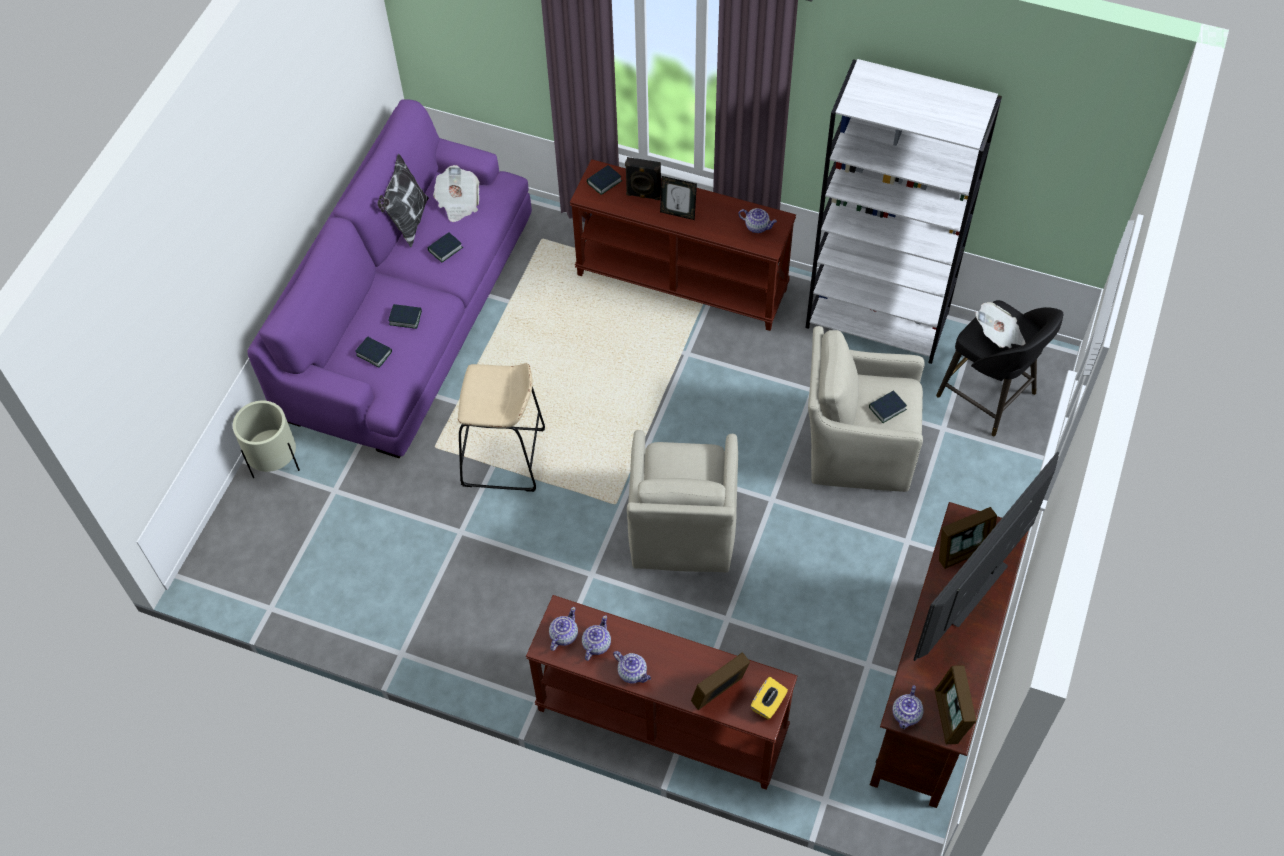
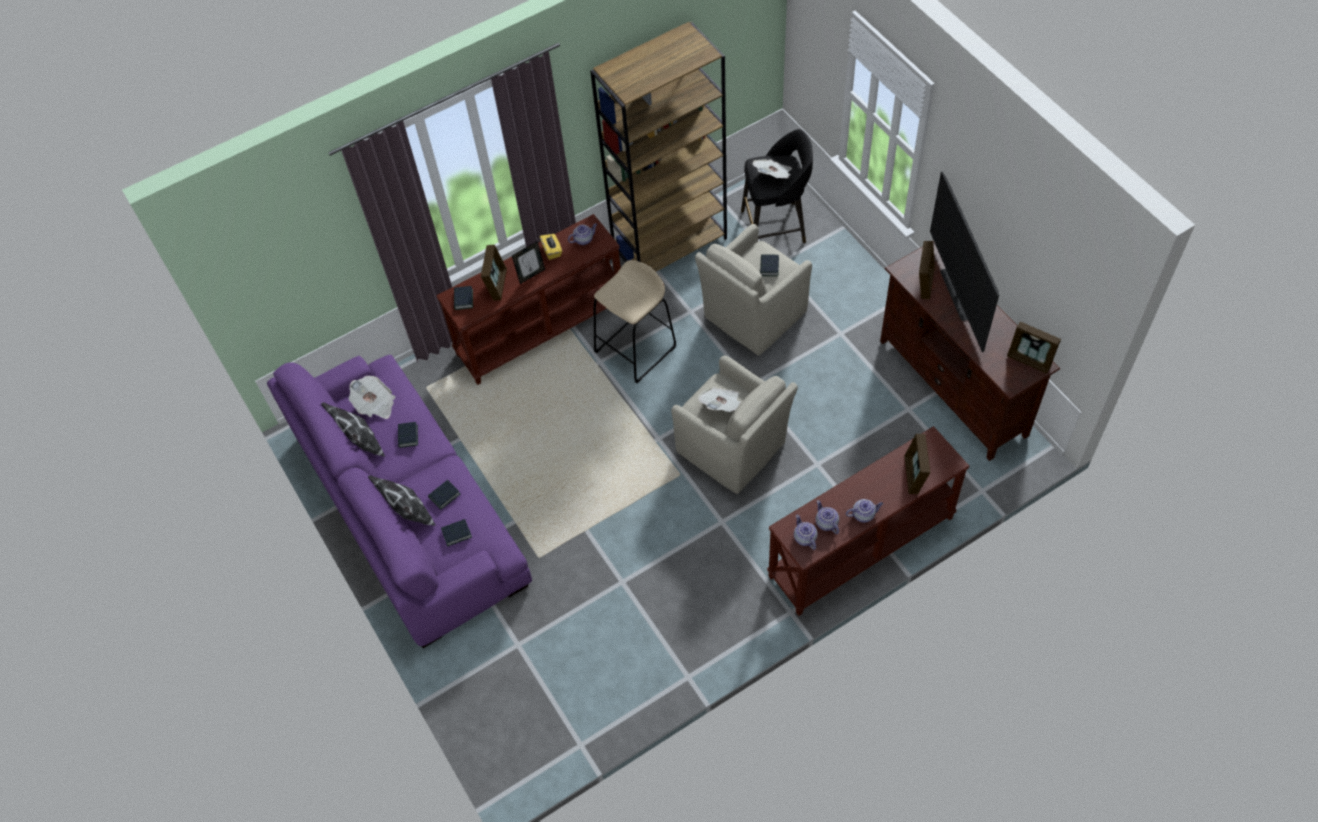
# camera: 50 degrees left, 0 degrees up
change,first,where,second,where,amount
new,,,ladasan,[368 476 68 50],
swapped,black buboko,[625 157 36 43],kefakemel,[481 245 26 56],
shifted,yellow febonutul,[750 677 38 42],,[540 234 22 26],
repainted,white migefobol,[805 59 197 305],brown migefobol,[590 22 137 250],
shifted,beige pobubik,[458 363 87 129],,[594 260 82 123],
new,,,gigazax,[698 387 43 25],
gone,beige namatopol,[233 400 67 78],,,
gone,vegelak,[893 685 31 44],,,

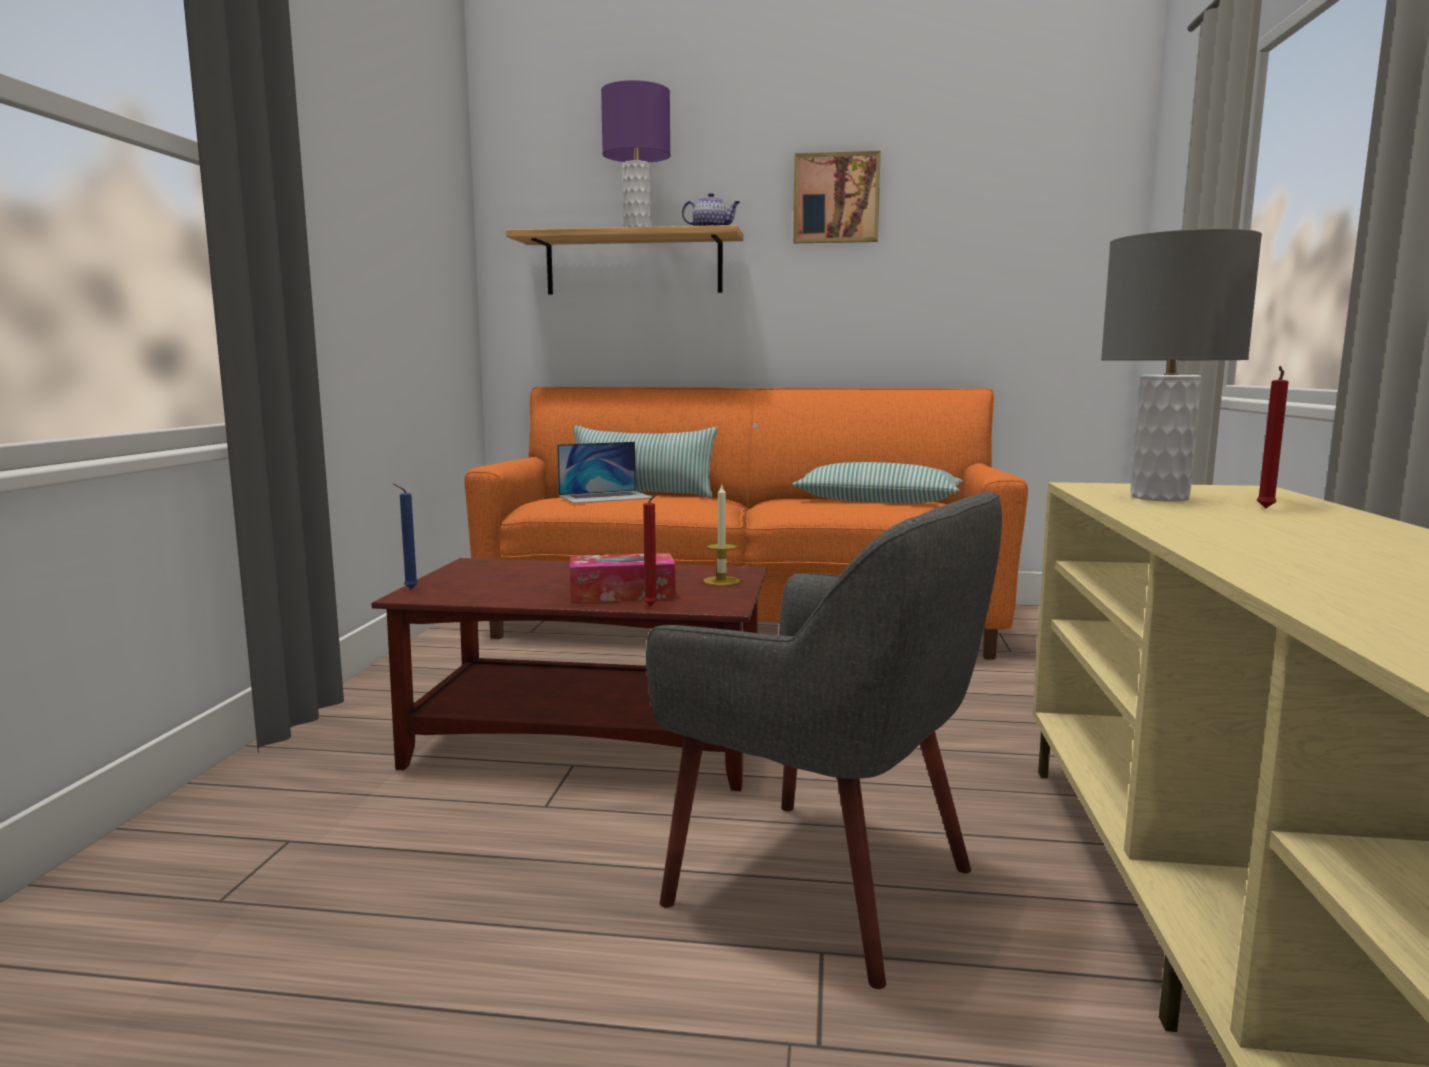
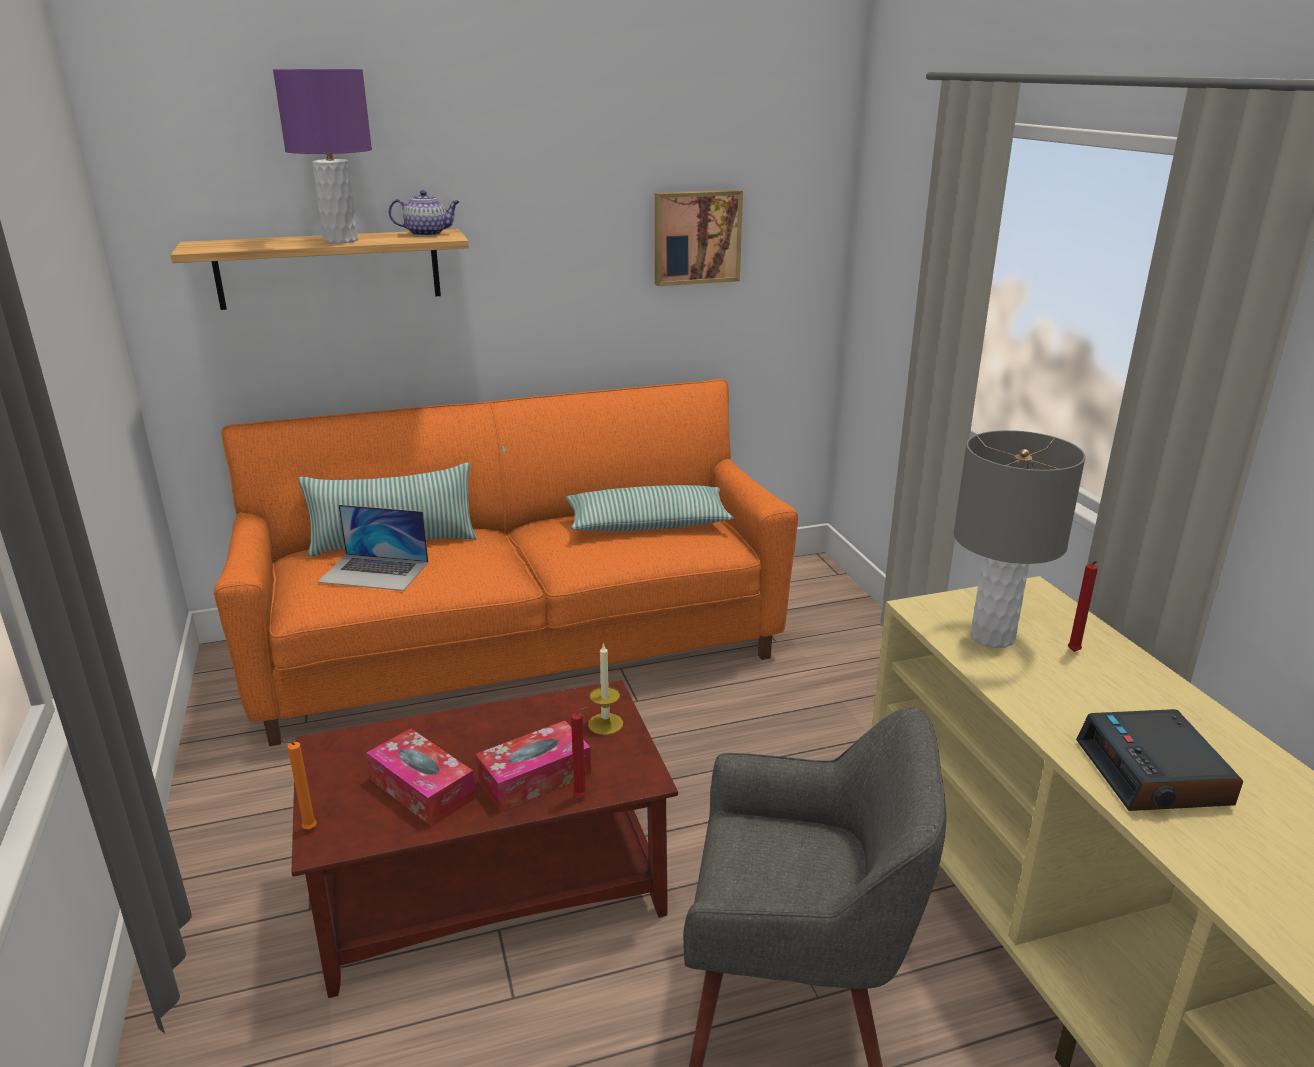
# camera: 25 degrees left, 15 degrees up
change,first,where,second,where,amount
repainted,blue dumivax,[393 483 25 106],orange dumivax,[280 740 37 89],
rotated,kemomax,[557 442 94 61],,[318 505 111 86],60 degrees clockwise
new,,,febonutul,[366 728 110 98],
shifted,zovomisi,[793 151 88 92],,[655 190 88 96],
new,,,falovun,[1076 709 167 102],

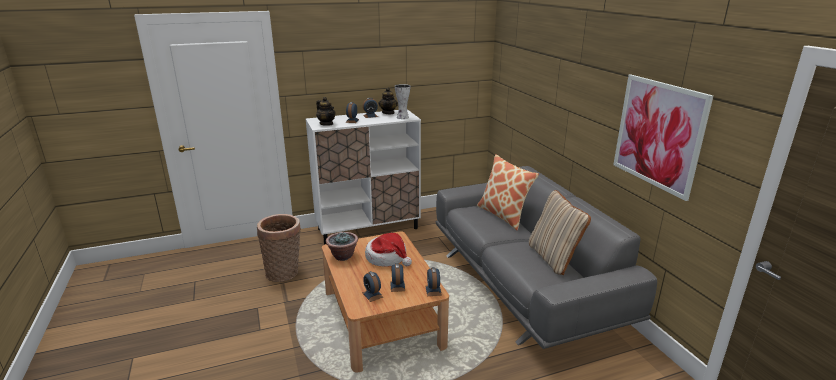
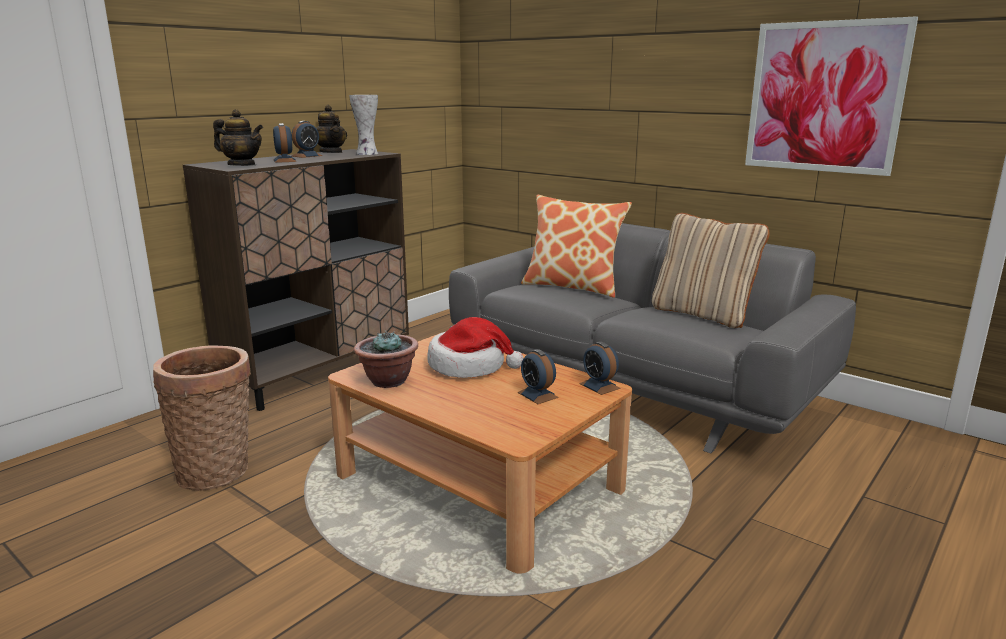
# camera: 30 degrees left, 5 degrees down
change,first,where,second,where,amount
repainted,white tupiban,[306 109 115 136],brown tupiban,[183 149 226 262],
gone,falovun,[362 271 21 31],,,

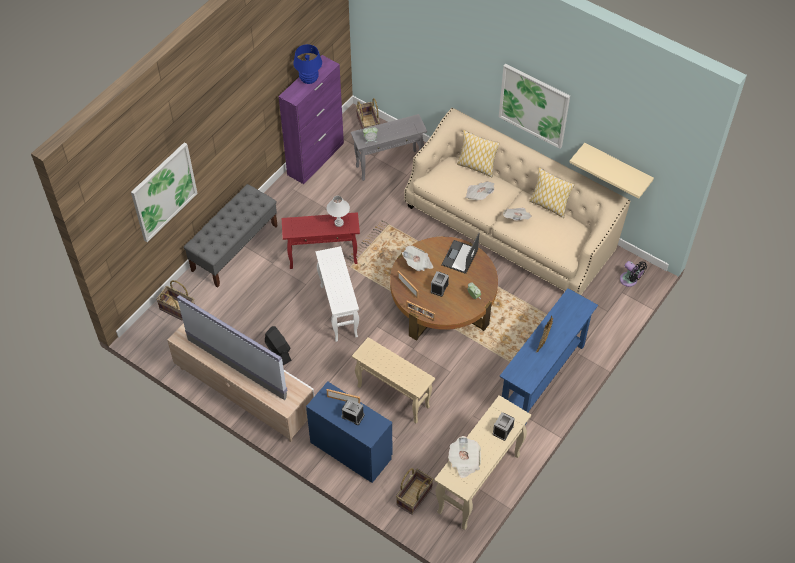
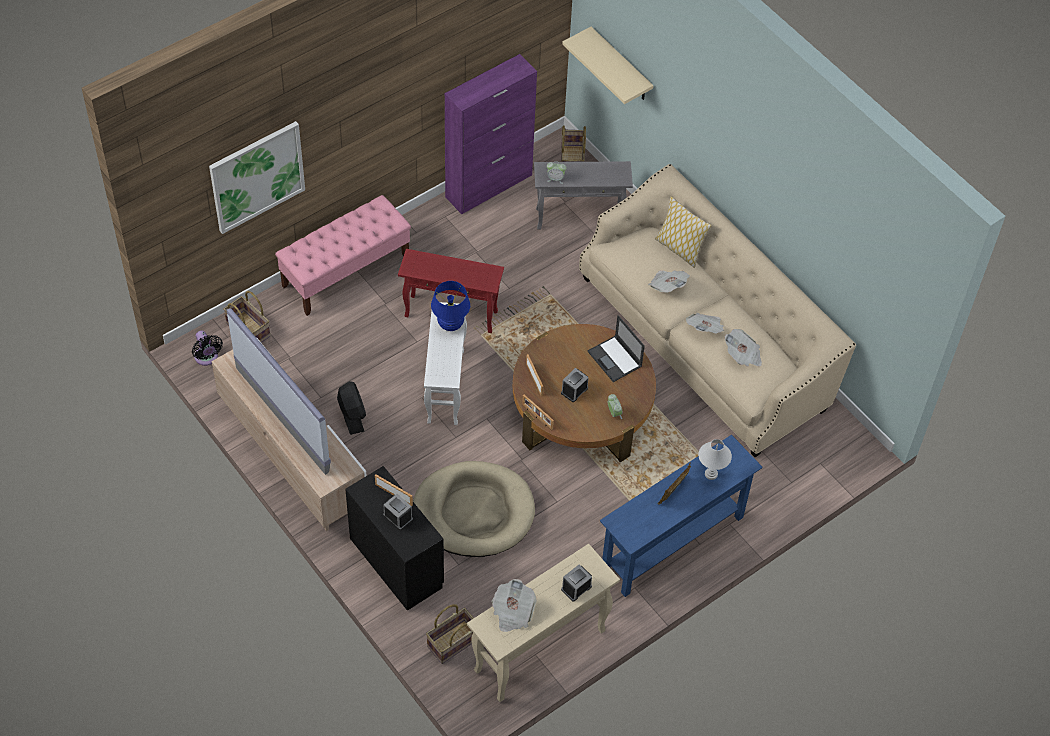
# camera: 15 degrees right, 0 degrees up
change,first,where,second,where,amount
shifted,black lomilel,[620 261 27 26],,[192 330 31 36],
repainted,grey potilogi,[183 184 95 104],pink potilogi,[275 195 136 121],
repainted,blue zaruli,[306 381 86 102],black zaruli,[345 466 99 145],
swapped,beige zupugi,[352 337 83 86],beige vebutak,[413 461 122 96],
shifted,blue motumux,[293 44 29 40],,[431 281 39 50],
shifted,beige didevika,[569 143 85 56],,[562 27 91 77],
rotated,kemomax,[441 233 38 41],,[588 315 57 67],75 degrees counterclockwise
shifted,white motumux,[326 196 24 31],,[698 439 34 41],
shifted,gigazax,[402 245 31 26],,[725 329 37 38],
gone,zovomisi,[499 64 71 85],,,
gone,ladasan,[529 167 46 51],,,

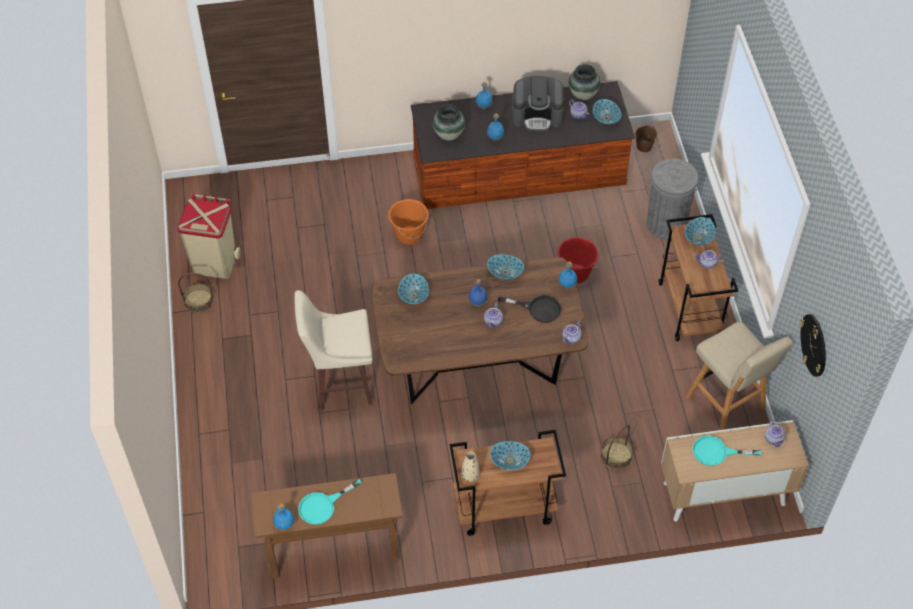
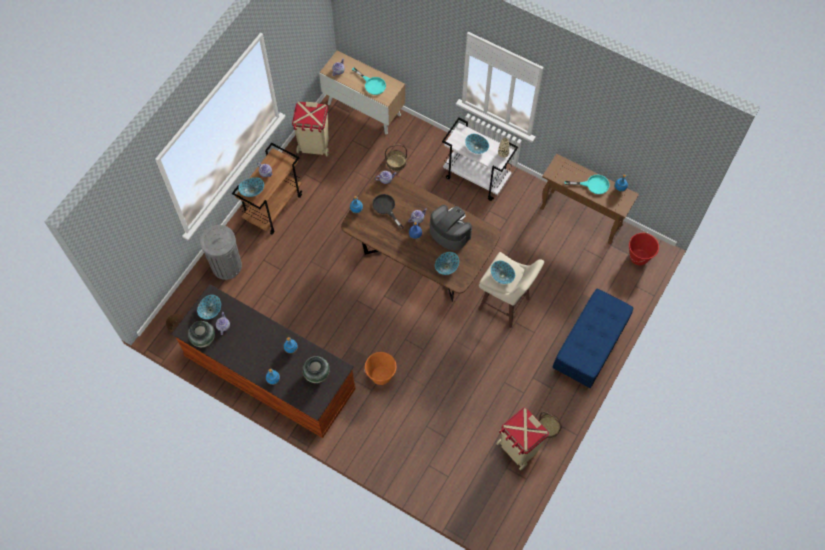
# camera: 140 degrees left, 10 degrees up
change,first,where,second,where,amount
swapped,beige pobubik,[686 322 107 108],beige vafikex,[292 102 37 54],
shifted,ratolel,[512 76 52 55],,[430 205 42 46],
repainted,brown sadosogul,[450 430 116 106],white sadosogul,[442 118 76 83],
shifted,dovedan,[487 254 37 26],,[491 260 24 24],
new,,,blue potilogi,[552 289 81 101],
shifted,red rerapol,[558 237 40 47],,[629 233 30 32],
gone,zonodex,[800 314 26 63],,,

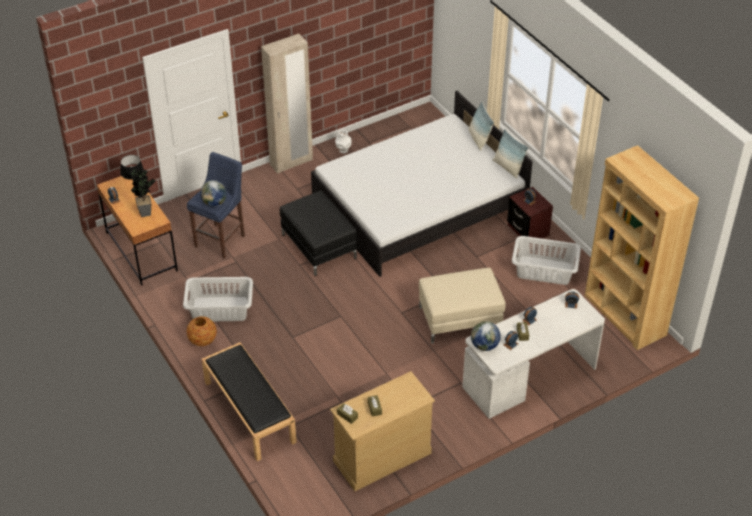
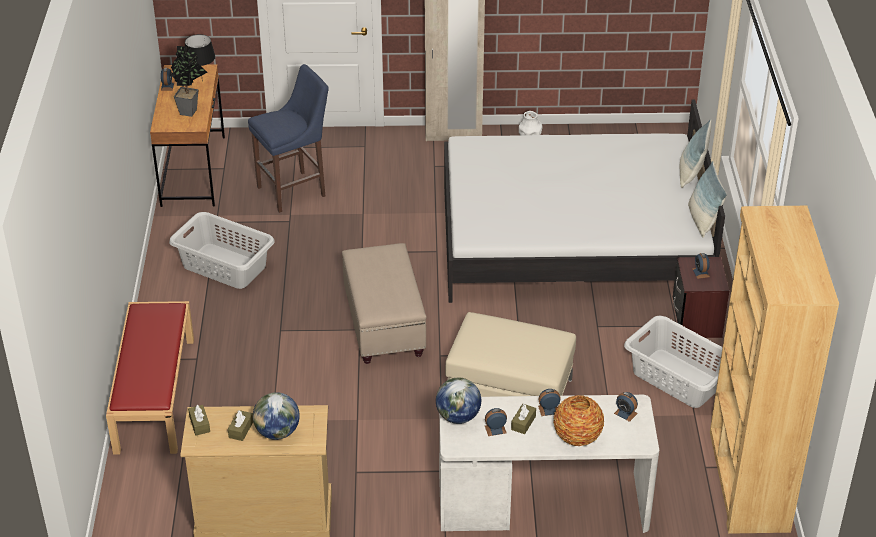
# camera: 30 degrees right, 5 degrees down
change,first,where,second,where,amount
repainted,black potilogi,[202 342 95 119],red potilogi,[106 301 88 153],
shifted,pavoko,[200 180 27 27],,[253 392 47 48],
new,,,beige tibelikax,[342 243 84 121],
shifted,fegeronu,[187 316 30 30],,[553 395 51 51],
gone,black tibelikax,[280 191 77 85],,,

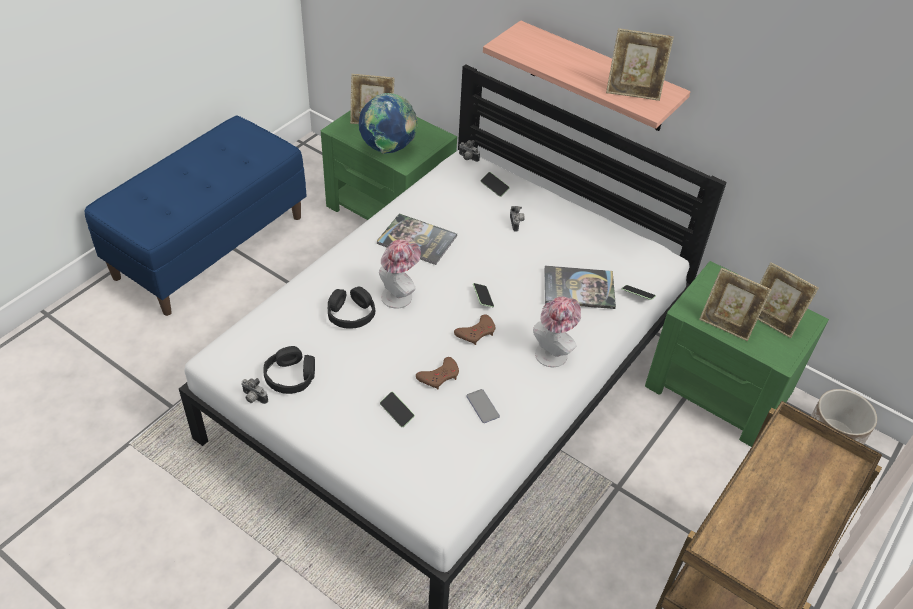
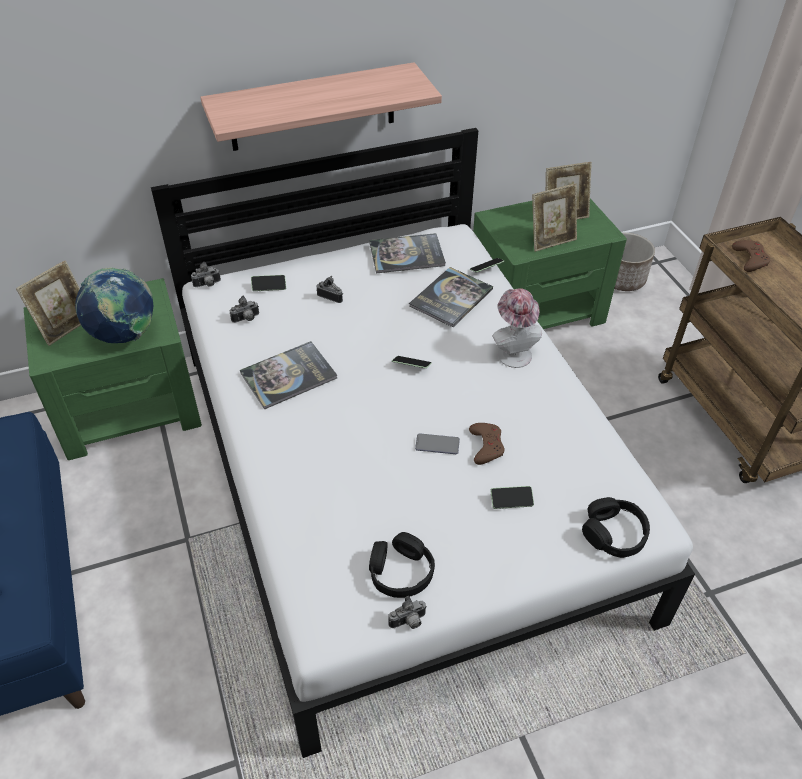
# camera: 55 degrees left, 0 degrees up
change,first,where,second,where,amount
new,,,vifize,[230 296 29 27],
new,,,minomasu,[369 233 77 40],
shifted,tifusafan,[466 389 34 34],,[415 433 45 21],
shifted,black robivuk,[328 287 47 42],,[582 497 68 61],
shifted,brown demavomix,[454 314 41 31],,[732 240 38 32],
gone,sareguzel,[379 239 42 69],,,
gone,kefakemel,[606 28 68 73],,,

